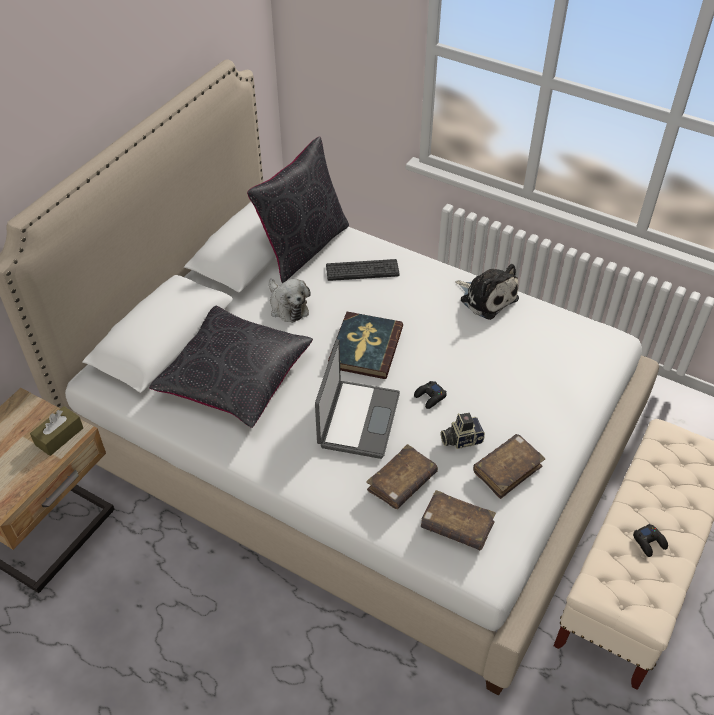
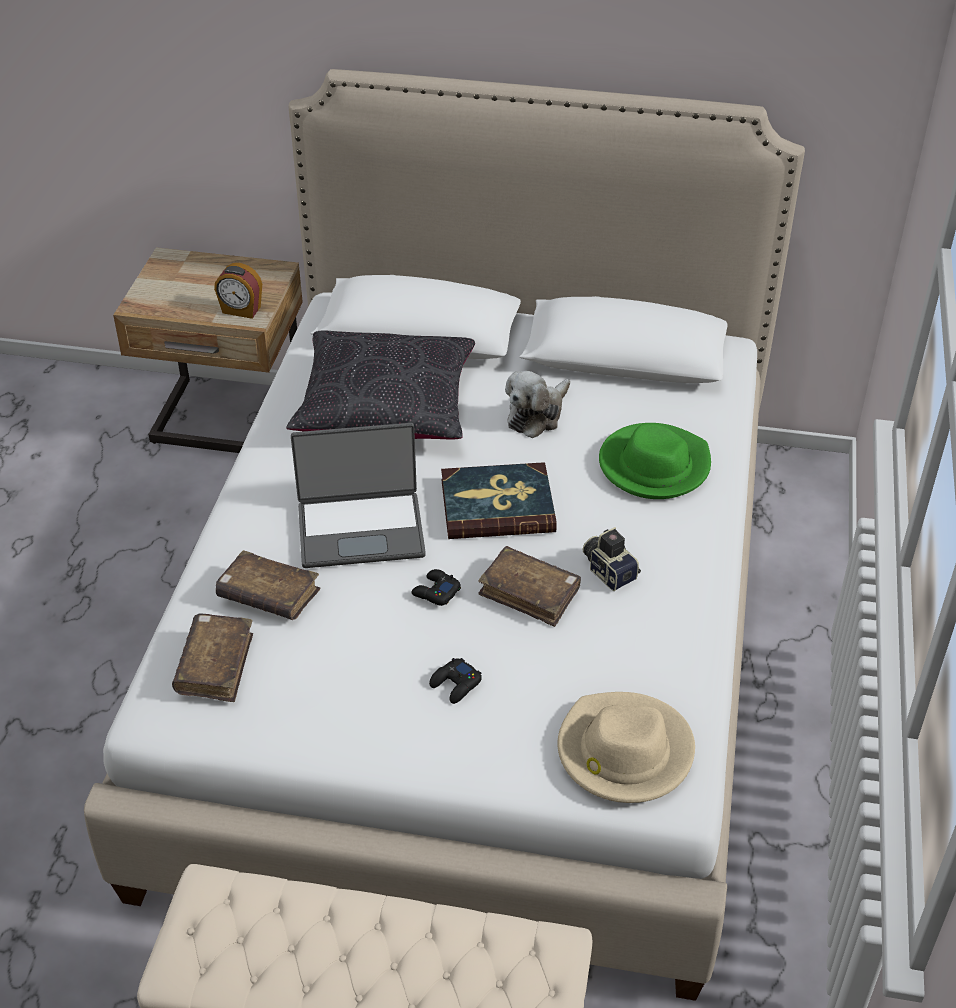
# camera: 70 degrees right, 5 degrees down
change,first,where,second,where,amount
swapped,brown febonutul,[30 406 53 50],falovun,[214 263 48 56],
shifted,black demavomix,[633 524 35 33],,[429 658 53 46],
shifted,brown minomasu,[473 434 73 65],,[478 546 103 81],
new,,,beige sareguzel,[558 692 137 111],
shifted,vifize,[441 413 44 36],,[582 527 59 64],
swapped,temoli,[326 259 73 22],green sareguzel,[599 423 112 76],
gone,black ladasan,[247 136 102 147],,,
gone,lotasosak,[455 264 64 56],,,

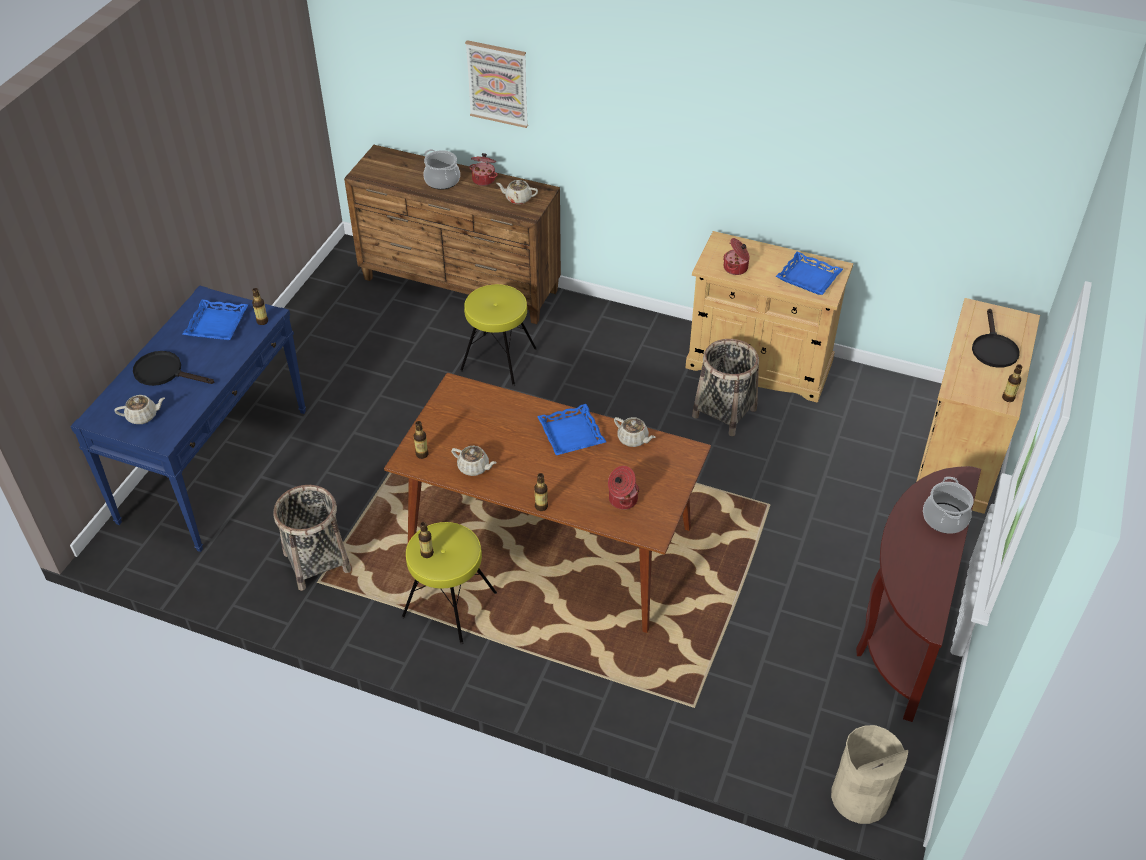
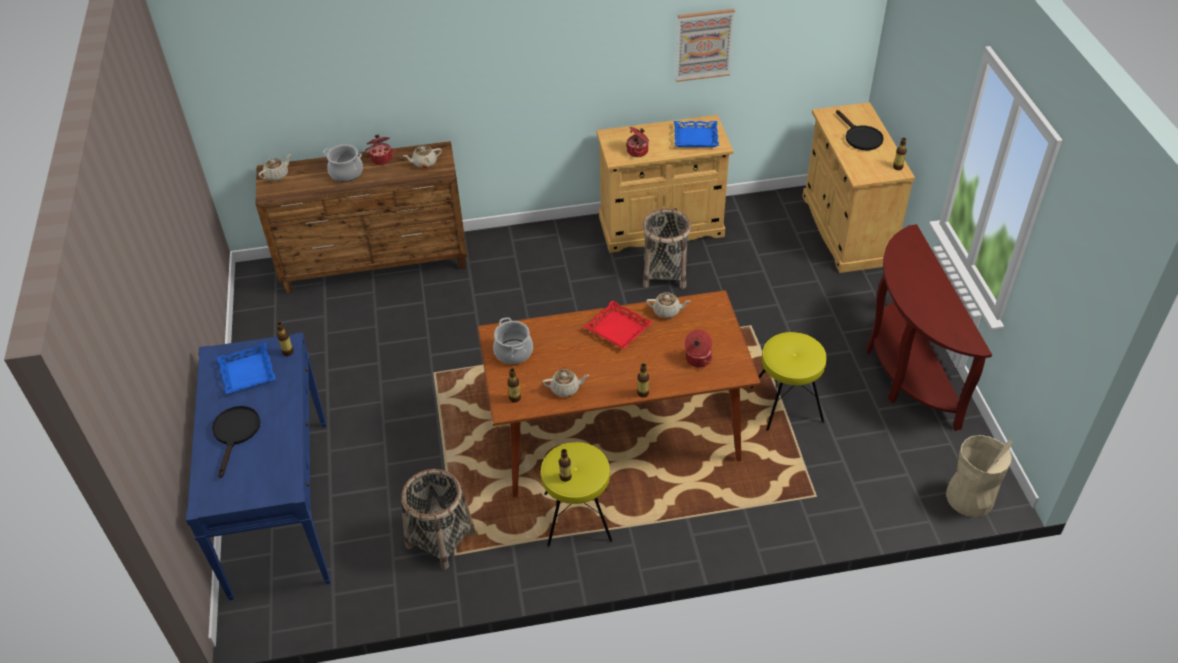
# camera: 30 degrees left, 0 degrees up
change,first,where,second,where,amount
rotated,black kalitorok,[133 351 81 35],,[212 406 48 72],105 degrees clockwise
shifted,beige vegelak,[114 395 51 29],,[258 154 33 27],
shifted,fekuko,[923 477 51 57],,[493 317 40 47],
repainted,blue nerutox,[537 404 69 51],red nerutox,[583 300 69 49],
shifted,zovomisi,[465 40 63 88],,[675 9 60 73],
shifted,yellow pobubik,[460 284 77 102],,[750 332 77 99],

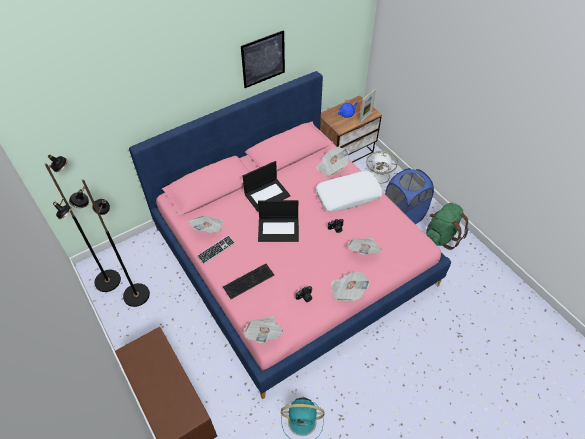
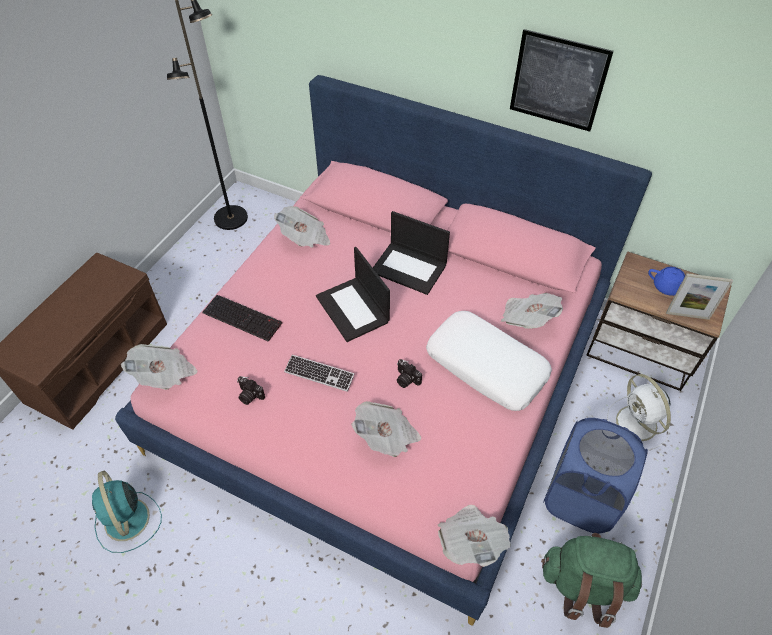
# camera: 60 degrees right, 0 degrees up
change,first,where,second,where,amount
shifted,temoli,[197 235 38 29],,[284 355 71 37],
shifted,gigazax,[331 271 39 30],,[438 505 73 62],
gone,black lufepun,[69 179 81 128],,,

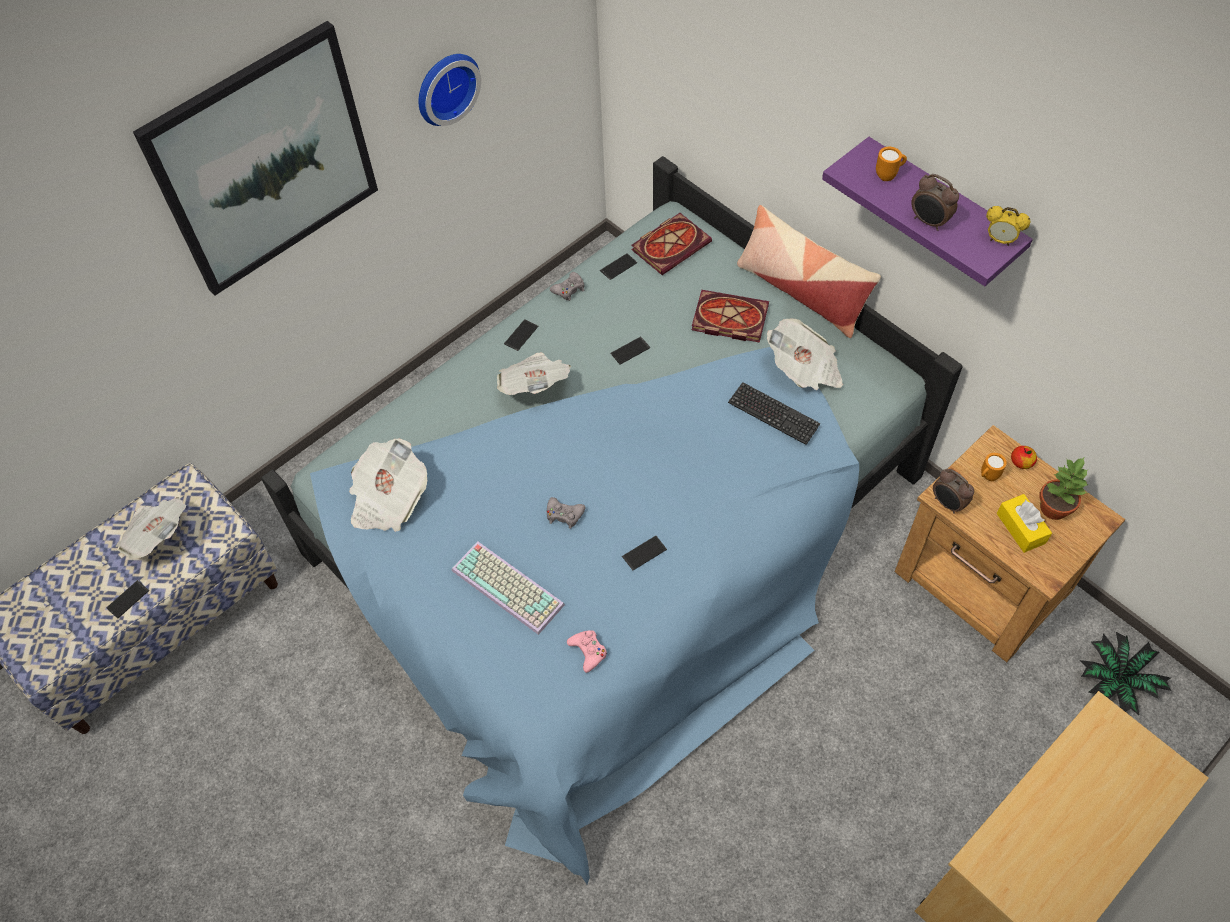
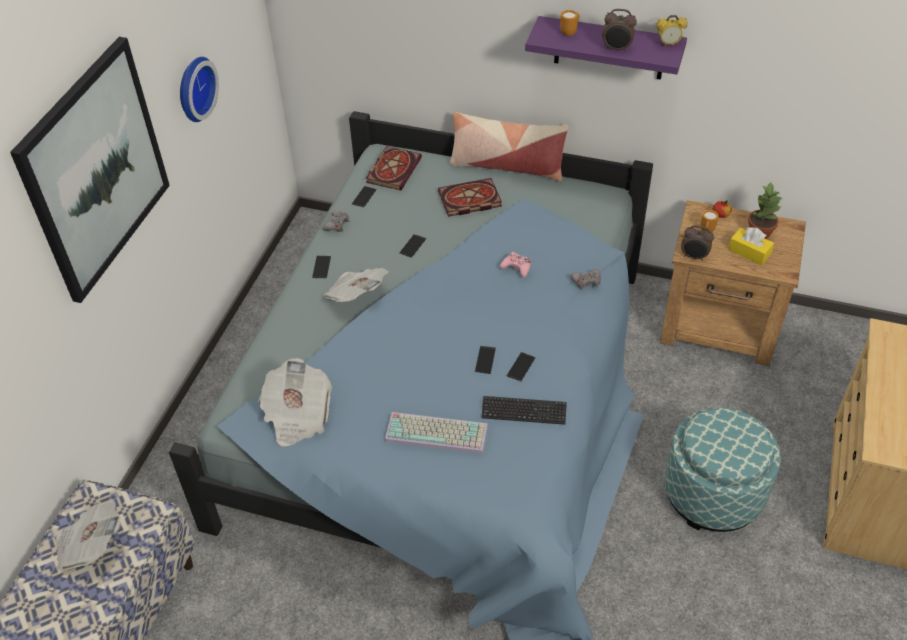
# camera: 30 degrees left, 10 degrees down
change,first,where,second,where,amount
shifted,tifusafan,[106 580 43 39],,[475 346 21 28],
shifted,temoli,[728 382 93 63],,[481 396 86 29],
shifted,pink demavomix,[567 630 40 43],,[500 252 31 25],
shifted,grey demavomix,[547 497 39 32],,[570 269 31 21],
new,,,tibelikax,[665 408 115 124],
gone,gigazax,[767 318 76 72],,,
gone,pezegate,[1079 632 92 83],,,

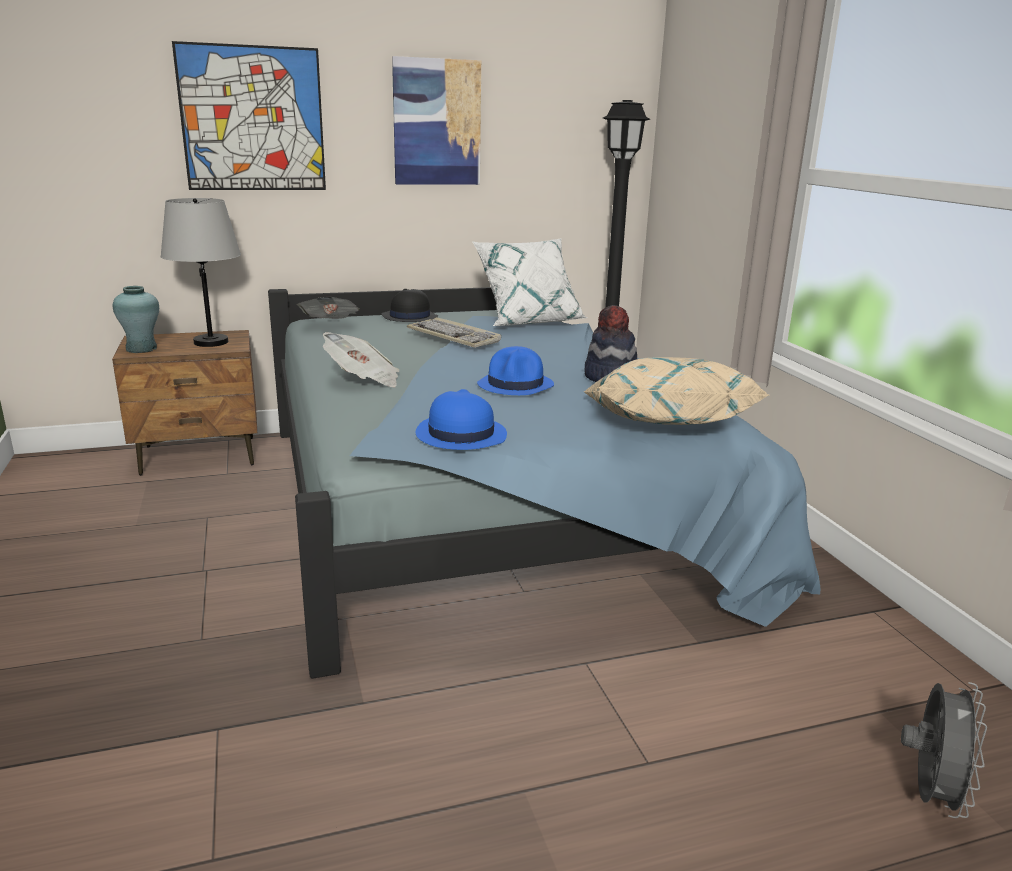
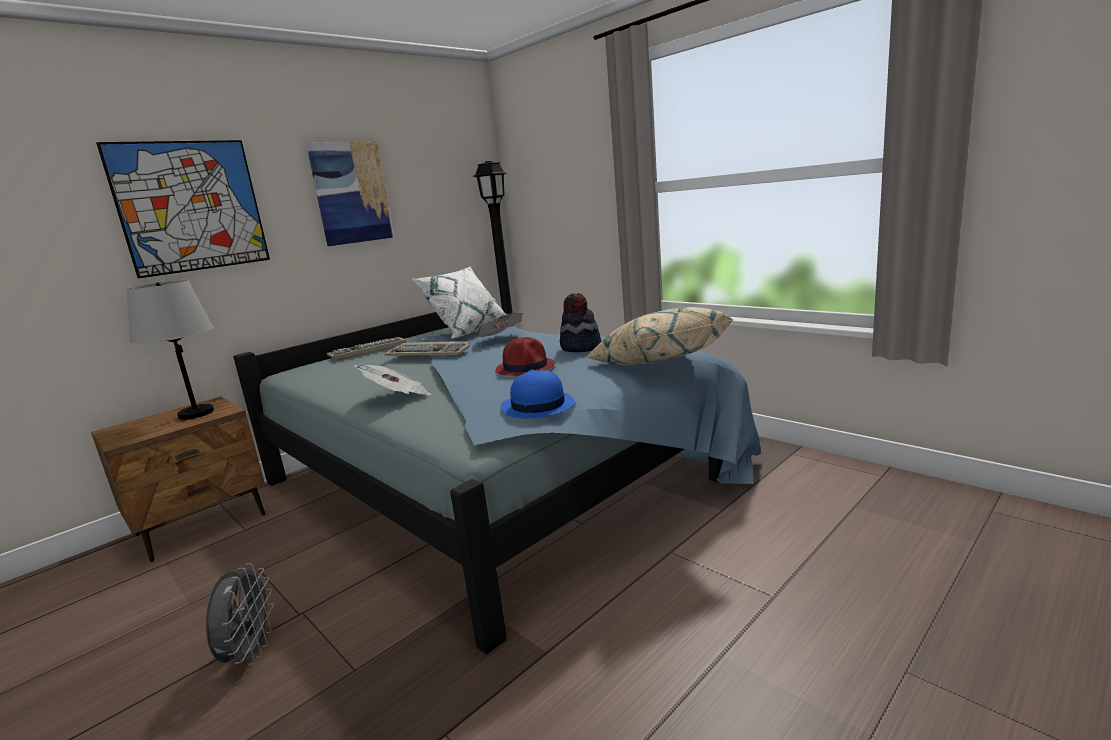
# camera: 25 degrees left, 5 degrees down
change,first,where,second,where,amount
shifted,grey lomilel,[901 682 86 136],,[206 563 68 102],
swapped,black sareguzel,[381 289 57 33],temoli,[327 337 79 24],
shifted,gigazax,[297 297 63 22],,[475 312 48 26],
repainted,blue sareguzel,[477 346 77 49],red sareguzel,[495 337 61 39],
gone,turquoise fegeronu,[113 286 46 67],,,

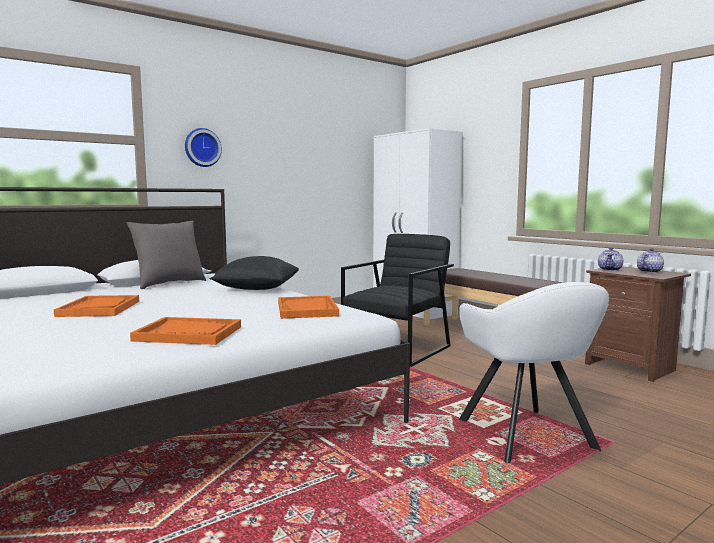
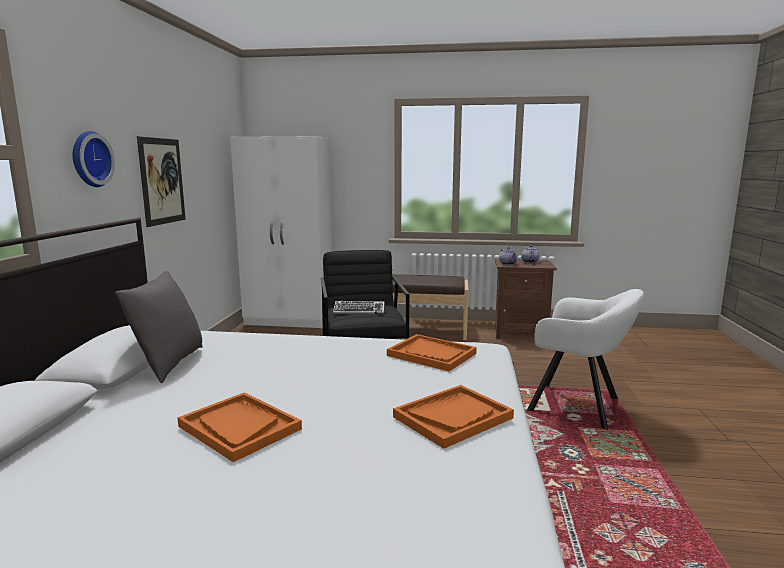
# camera: 45 degrees left, 5 degrees up
change,first,where,second,where,amount
new,,,zovomisi,[137 136 49 91],
new,,,temoli,[333 301 51 13],
gone,black ladasan,[210 256 89 34],,,

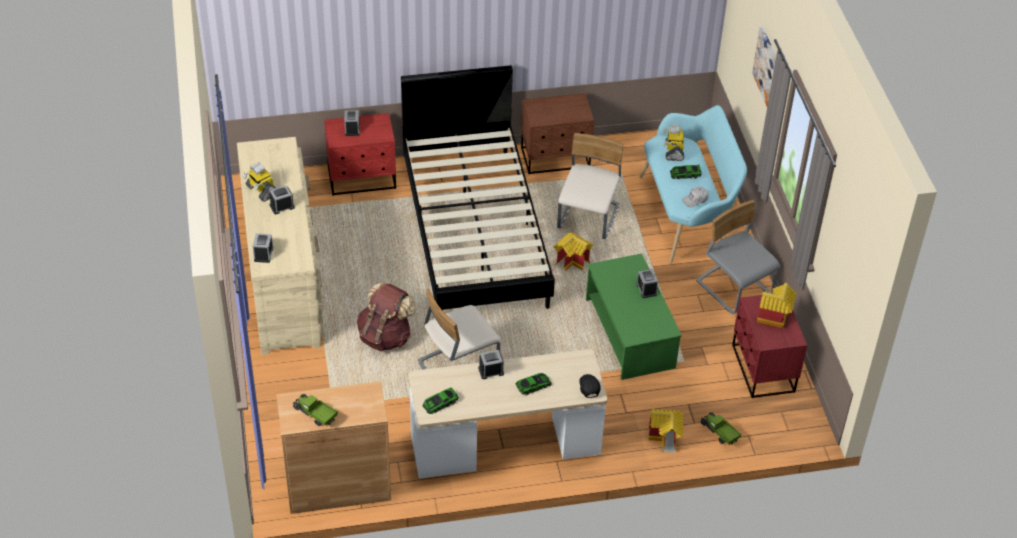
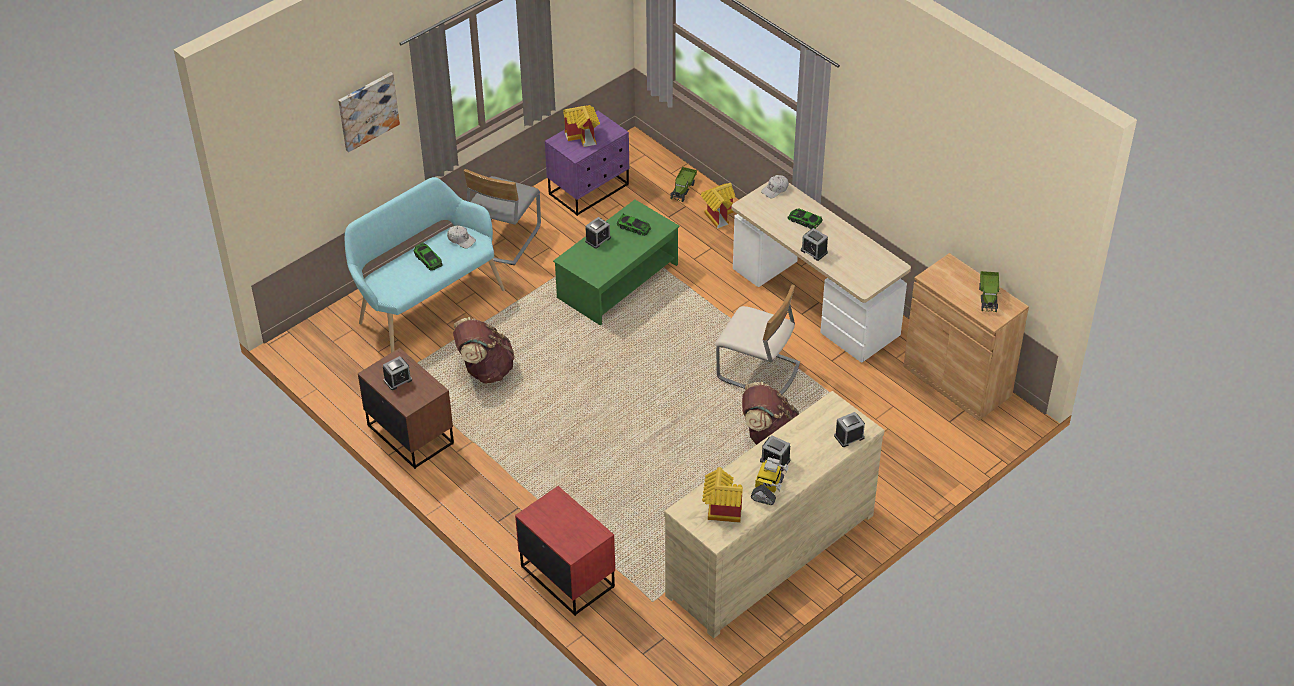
# camera: 120 degrees left, 0 degrees up
change,first,where,second,where,amount
shifted,falovun,[344 110 16 26],,[383 356 29 34],
swapped,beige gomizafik,[557 133 67 106],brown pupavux,[453 317 62 66],
repainted,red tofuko,[732 295 75 103],purple tofuko,[545 111 84 105],
shifted,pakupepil,[423 387 36 27],,[617 214 34 22],
shifted,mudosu,[553 232 40 39],,[702 467 41 56],
repainted,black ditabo,[579 374 21 24],white ditabo,[761 175 28 23],
gone,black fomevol,[401 65 154 245],,,
gone,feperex,[664 124 20 37],,,

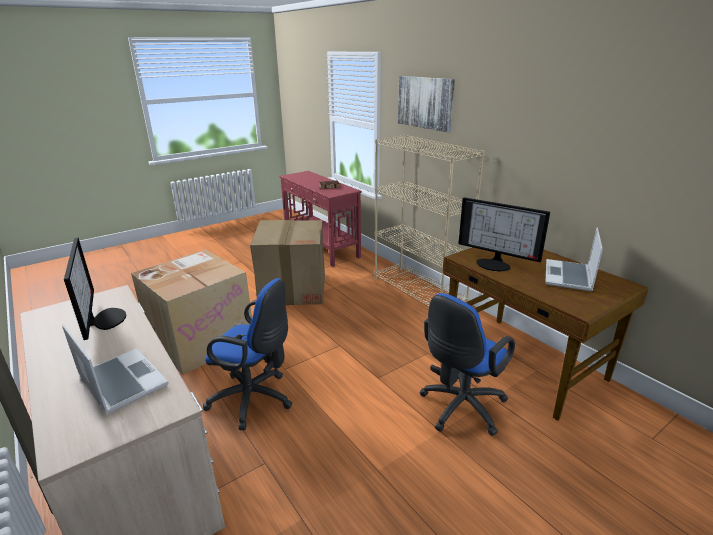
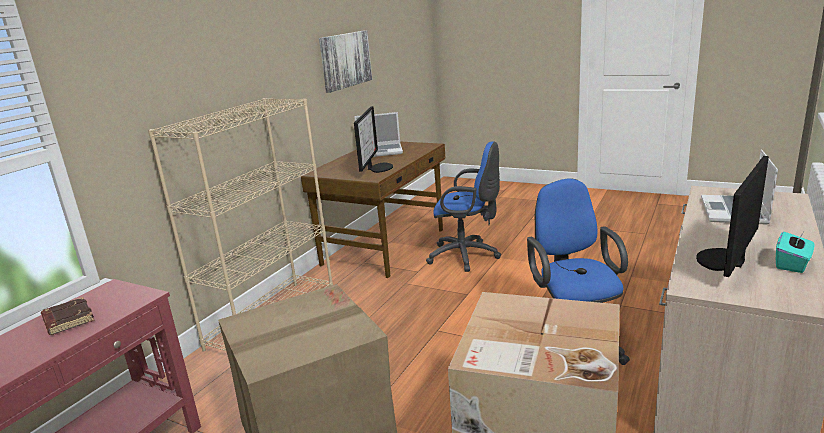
# camera: 115 degrees left, 5 degrees down
change,first,where,second,where,amount
shifted,zovomisi,[398 76 57 56],,[319 30 53 63],
new,,,turquoise febonutul,[776 229 39 44],

